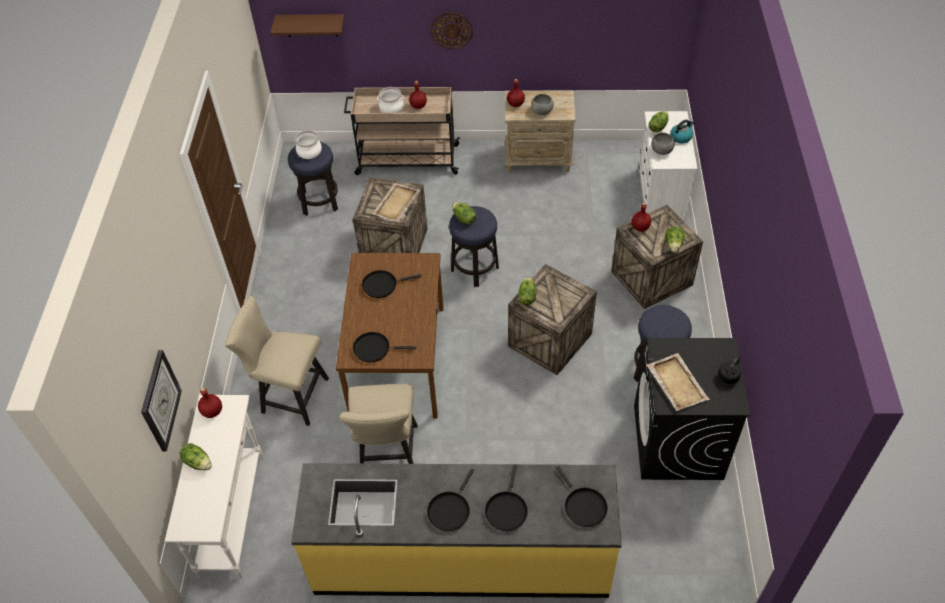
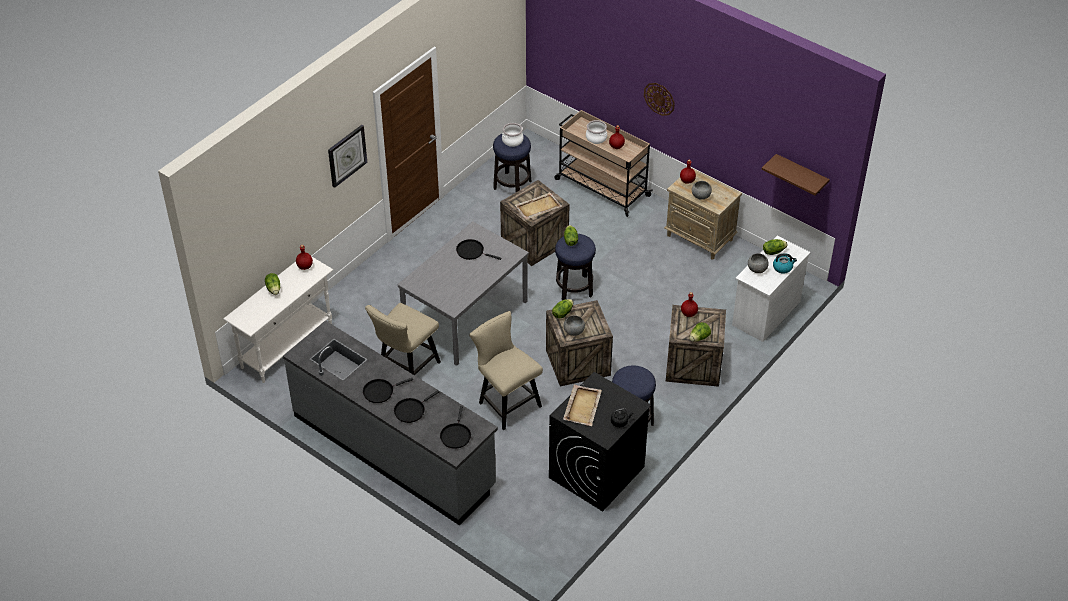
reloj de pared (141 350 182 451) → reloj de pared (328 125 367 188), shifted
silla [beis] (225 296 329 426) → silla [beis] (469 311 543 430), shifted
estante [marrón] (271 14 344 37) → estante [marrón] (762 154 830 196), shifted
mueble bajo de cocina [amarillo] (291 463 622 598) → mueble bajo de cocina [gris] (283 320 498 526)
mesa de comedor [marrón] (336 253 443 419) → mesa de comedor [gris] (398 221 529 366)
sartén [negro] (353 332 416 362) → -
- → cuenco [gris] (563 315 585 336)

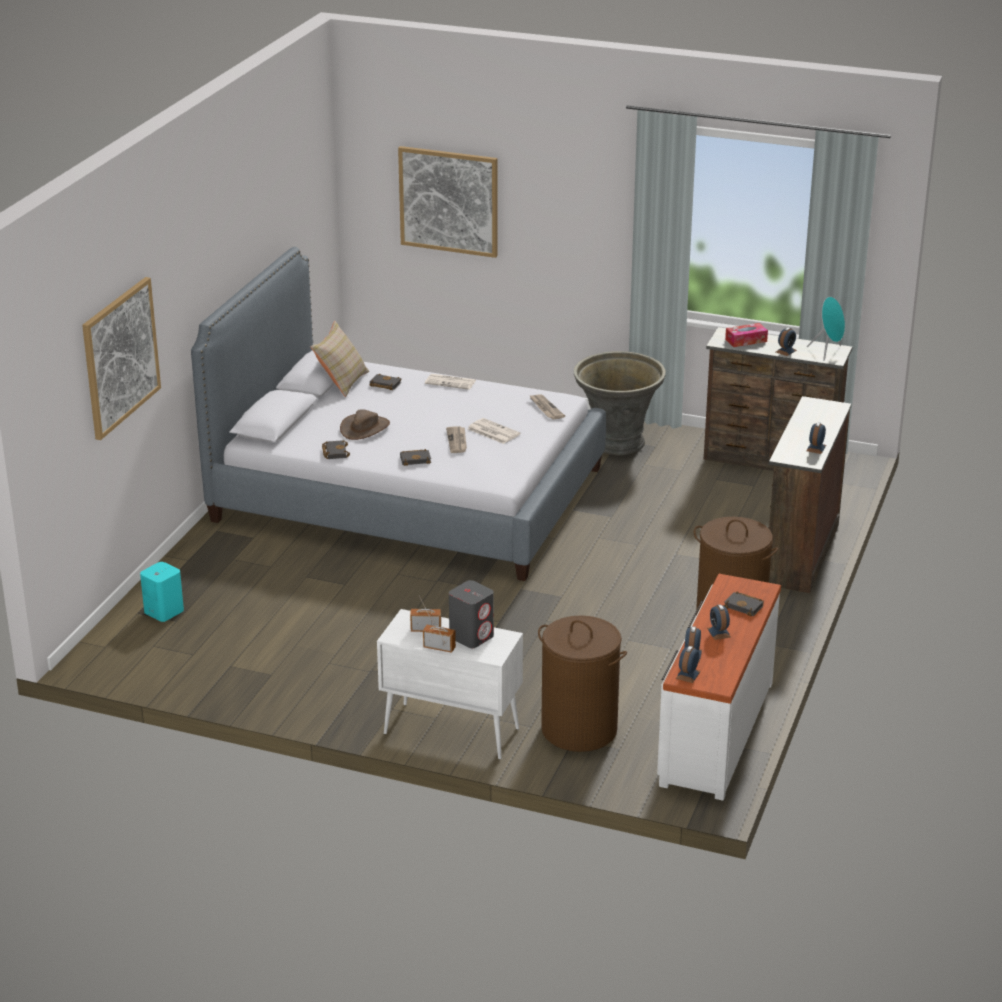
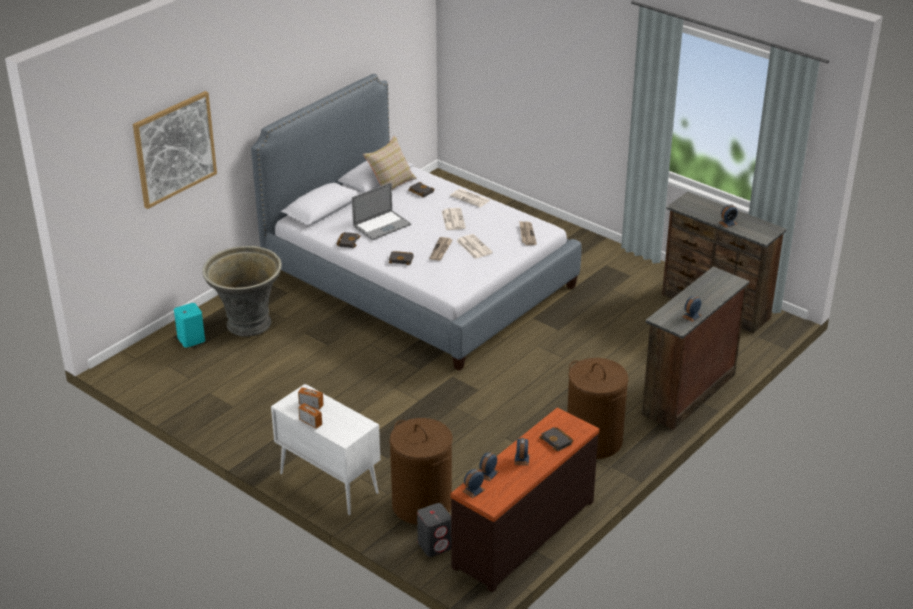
sombrero [marrón] (340 409 390 440) → portátil (352 183 411 240)
cuadro (398 146 497 258) → -
altavoz [gris] (449 580 494 648) → altavoz [gris] (417 503 451 557), shifted
maceta [gris] (574 351 666 455) → maceta [gris] (202 246 282 337), shifted
cómoda [blanco] (657 574 781 801) → cómoda [marrón] (451 408 599 592)
caja de pañuelos (725 323 768 347) → -
altavoz [turquesa] (807 297 845 361) → -
- → periódico (442 208 466 230)

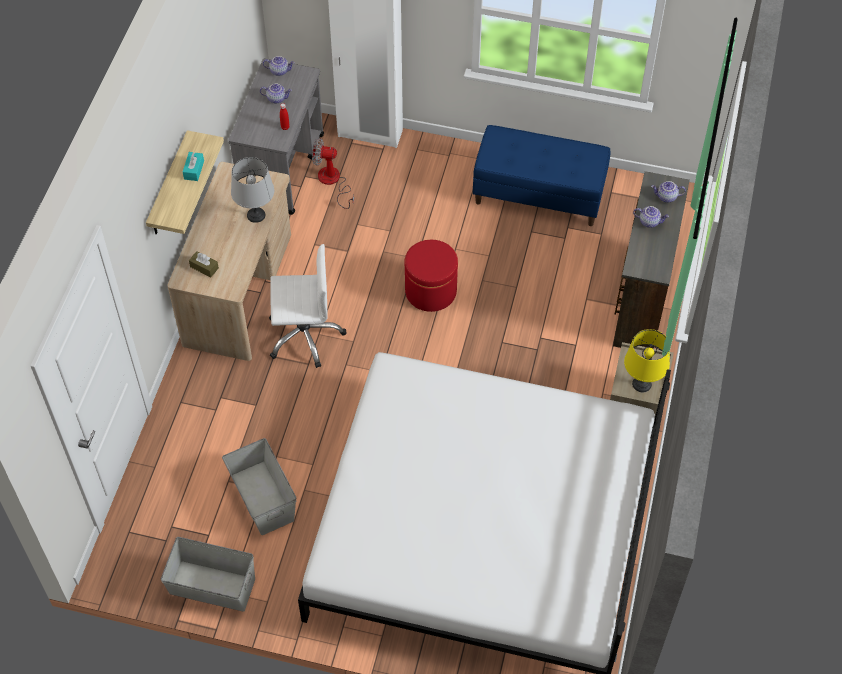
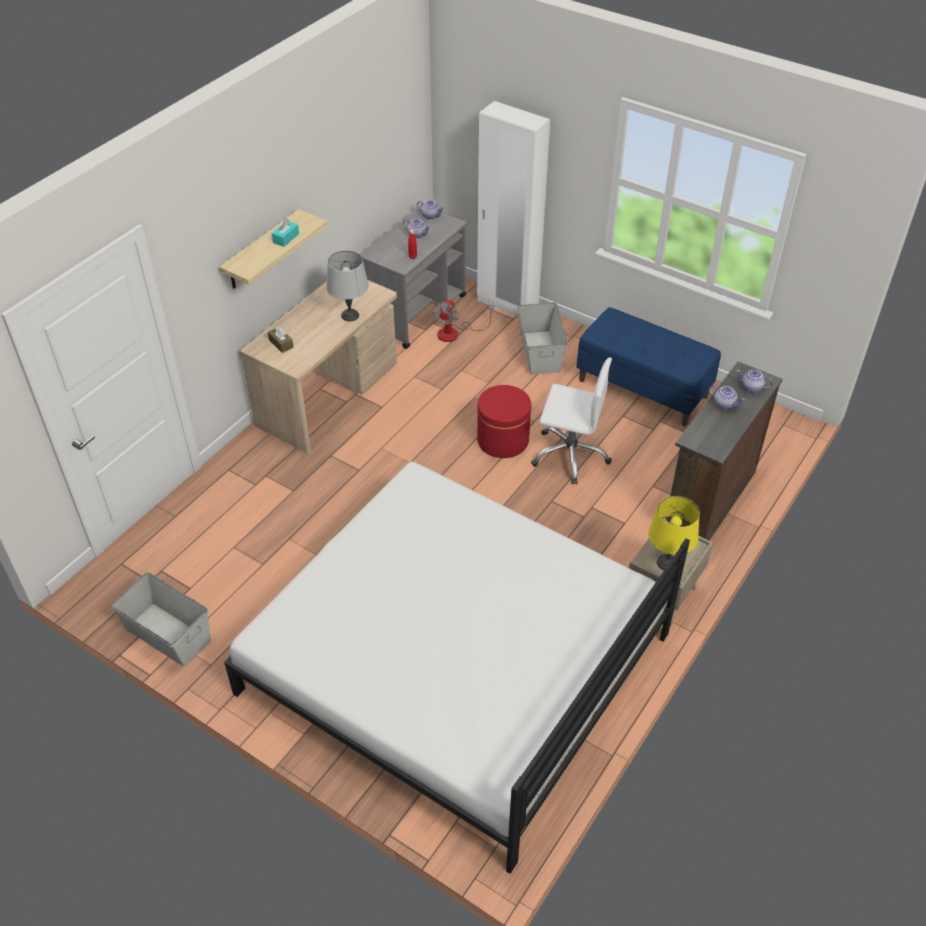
caja de almacenaje [gris] (222 438 297 535) → caja de almacenaje [gris] (517 302 568 375), shifted
silla de oficina [blanco] (269 244 346 368) → silla de oficina [blanco] (531 357 612 485), shifted
ventilador (312 138 354 209) → ventilador (432 299 495 342), 105 degrees counterclockwise

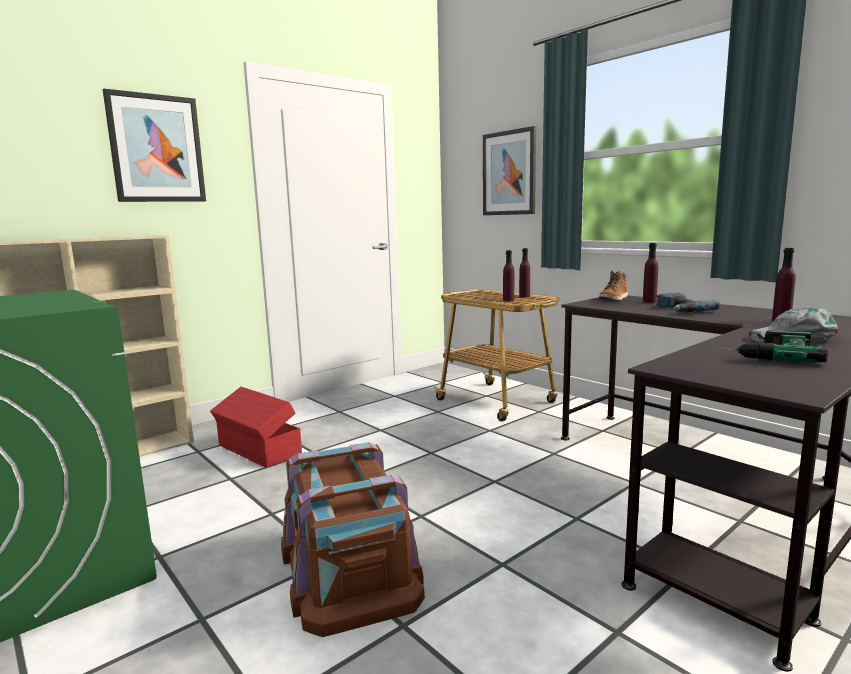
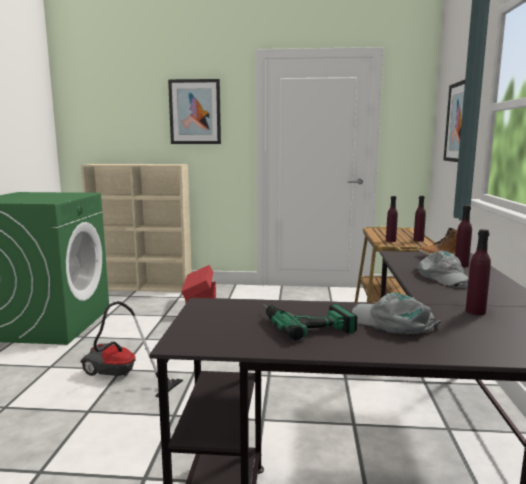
caja de almacenaje [marrón] (281 442 425 637) → aspiradora (80 301 183 398)
taladro (656 293 721 312) → gorra [gris] (413 251 469 288)

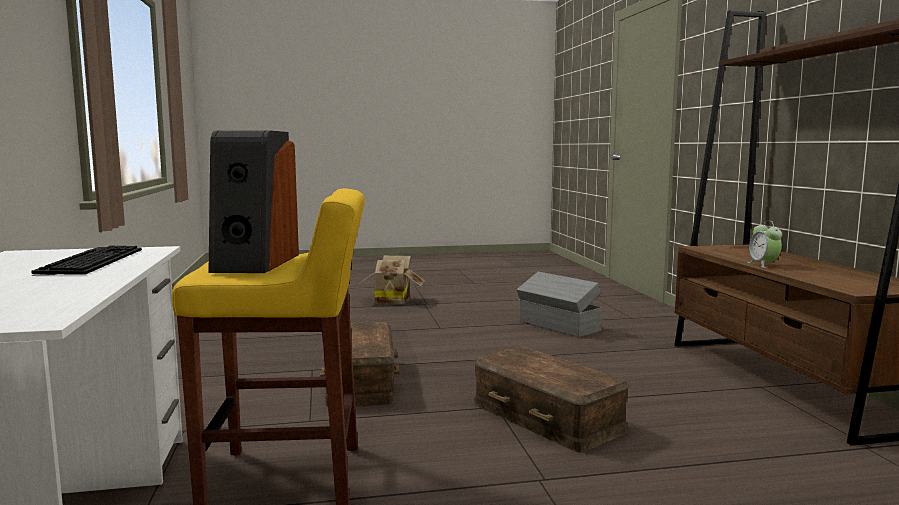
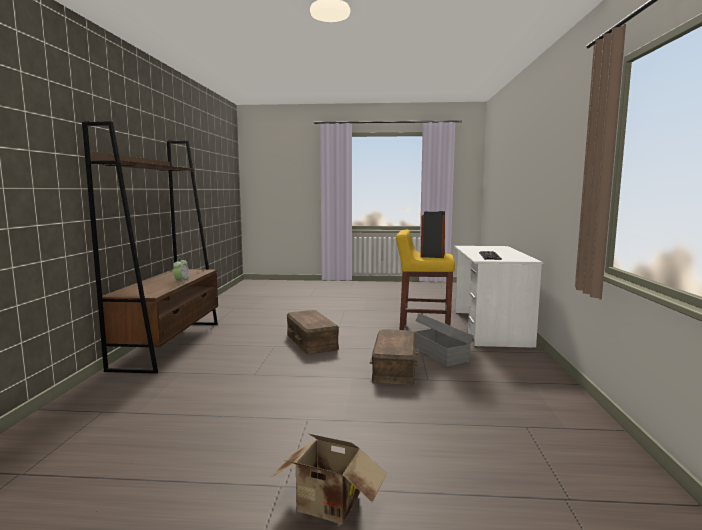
caja de almacenaje [gris] (517 272 602 338) → caja de almacenaje [gris] (414 313 474 367), shifted

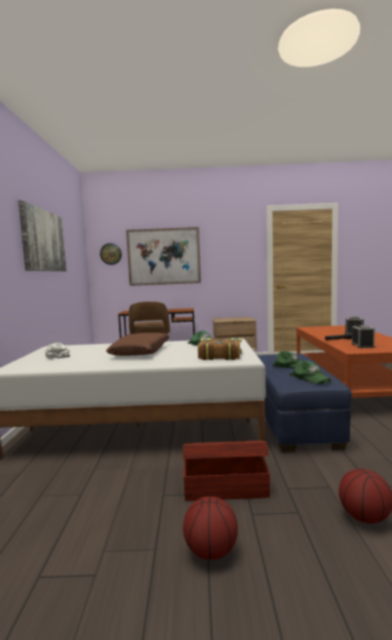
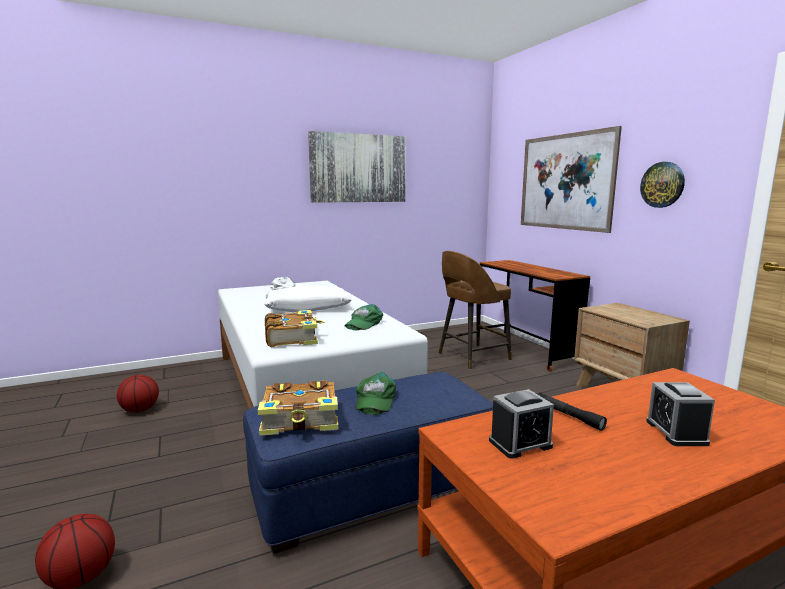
reloj de pared (100 243 122 265) → reloj de pared (640 162 685 208), shifted
cojín [marrón] (106 333 169 356) → cojín [blanco] (265 285 352 312)
caja de almacenaje [marrón] (183 441 270 501) → -
balón de baloncesto (183 497 238 560) → balón de baloncesto (117 375 159 413), shifted
gorra [verde] (290 361 331 384) → libro (258 380 338 436)

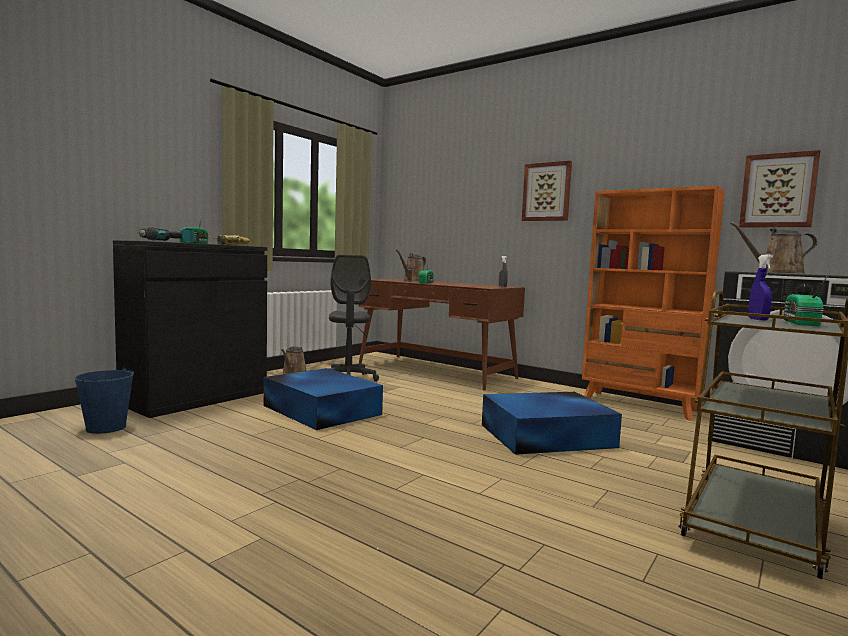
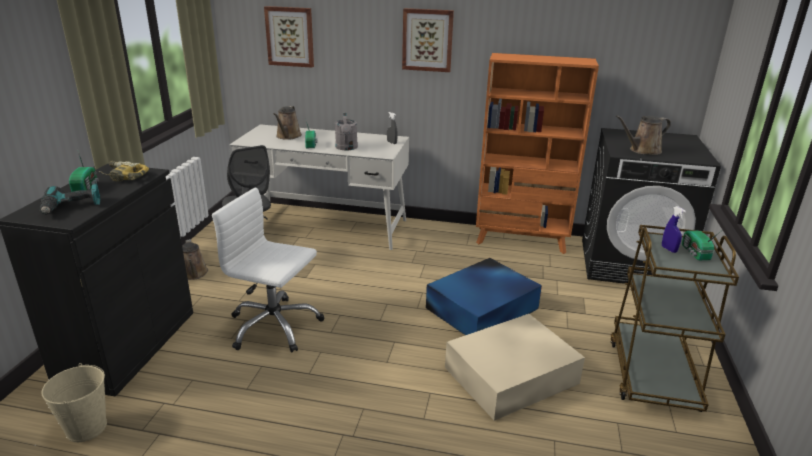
cubo [azul] (75 368 134 434) → cubo [beis] (41 363 107 442)
caja de almacenaje [azul] (264 368 383 430) → silla de oficina [blanco] (212 187 324 353)
escritorio [marrón] (359 279 525 390) → escritorio [blanco] (229 124 409 250)
cuadro (739 150 821 227) → cuadro (264 6 314 68), shifted
- → regadera [gris] (335 113 358 150)
- → caja de almacenaje [beis] (445 314 585 421)

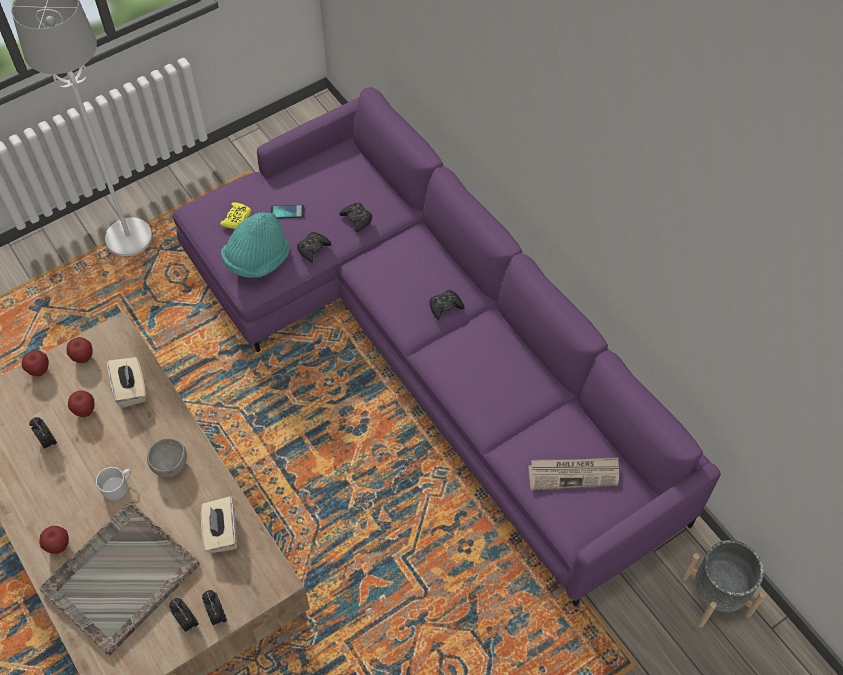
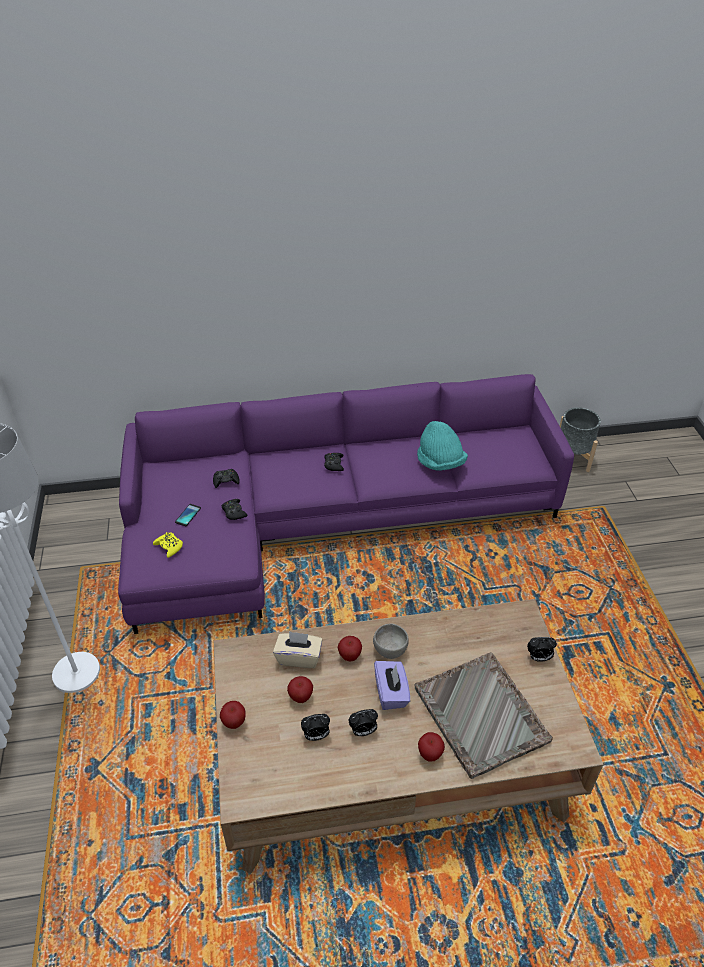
manzana (66 337 93 363) → manzana (338 636 362 661), shifted
taza grande [blanco] (96 467 131 500) → caja de pañuelos [morado] (374 661 410 710)
despertador (169 598 199 632) → despertador (349 709 378 736), shifted
caja de pañuelos [beis] (201 496 237 553) → -
sombrero [turquesa] (221 212 289 278) → sombrero [turquesa] (417 421 468 471), shifted
periódico (528 457 619 490) → -

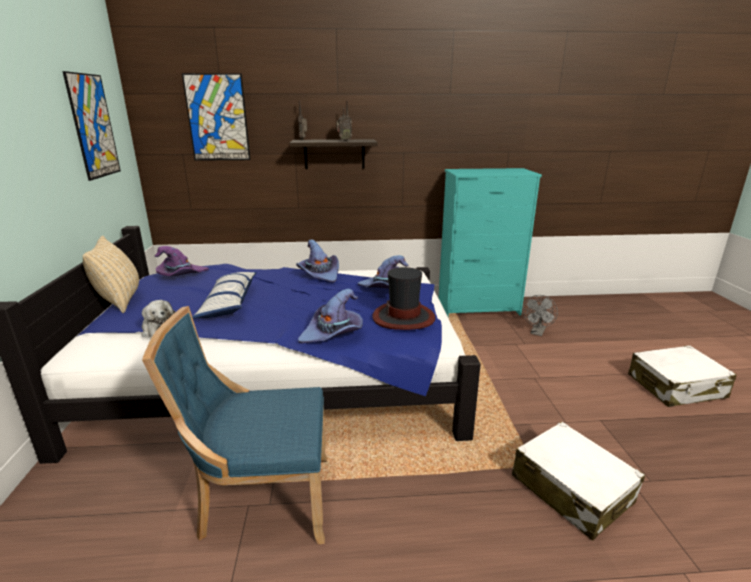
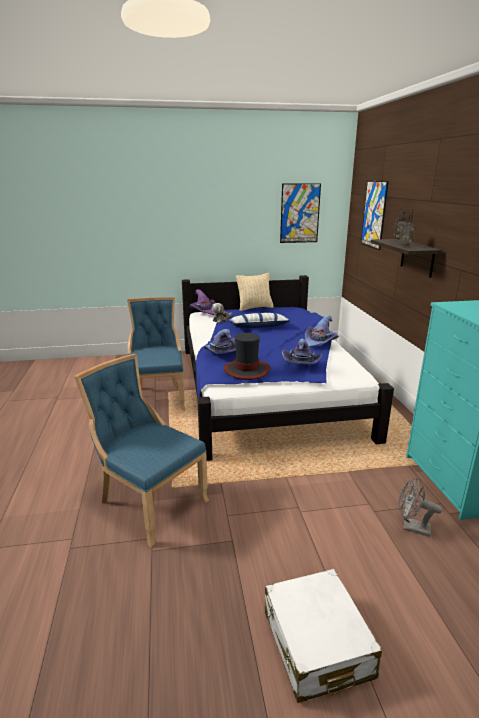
sombrero [morado] (155 246 209 276) → sombrero [morado] (189 289 215 315), shifted
maleta [blanco] (512 422 645 541) → silla [azul] (74 354 209 547)

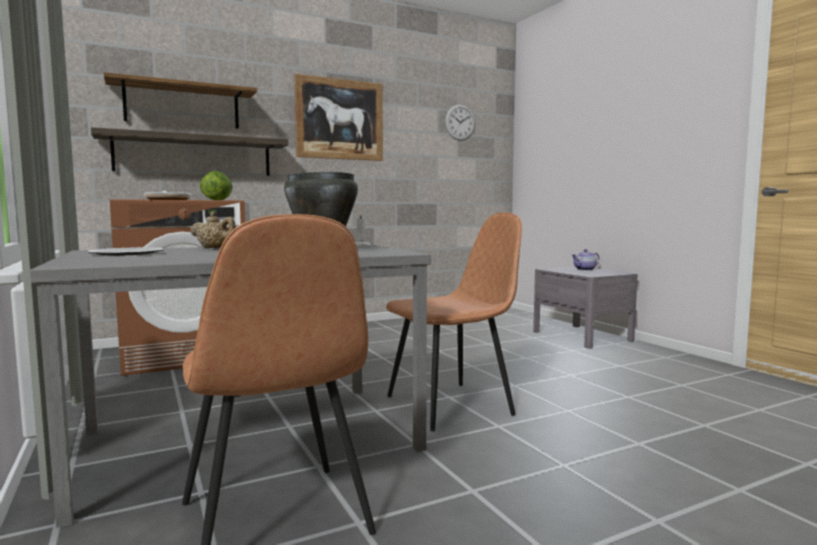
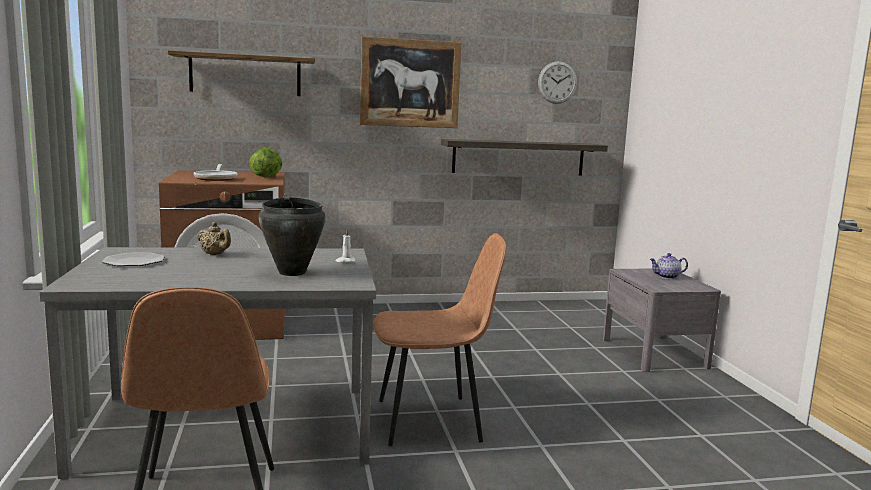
estante (91 127 288 176) → estante (441 139 608 176), shifted

